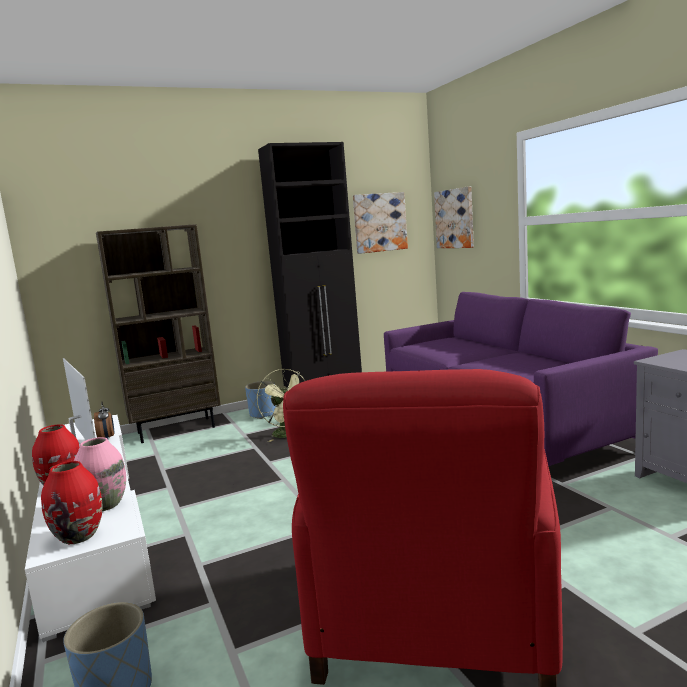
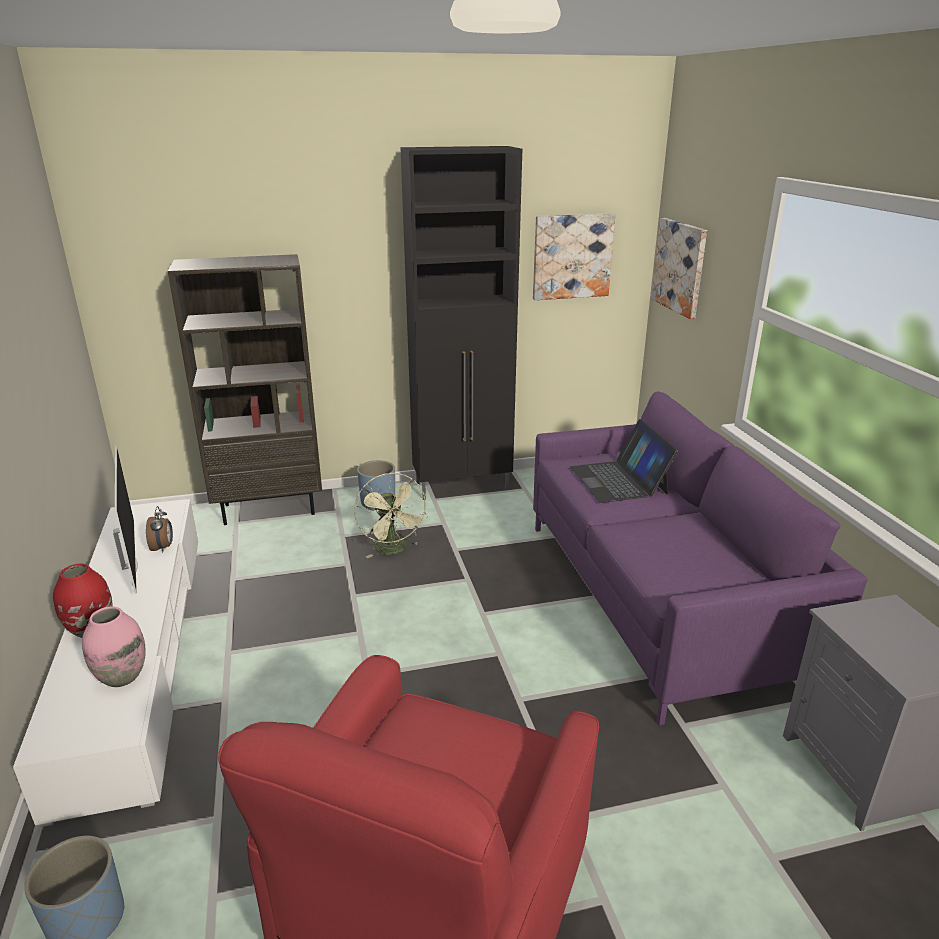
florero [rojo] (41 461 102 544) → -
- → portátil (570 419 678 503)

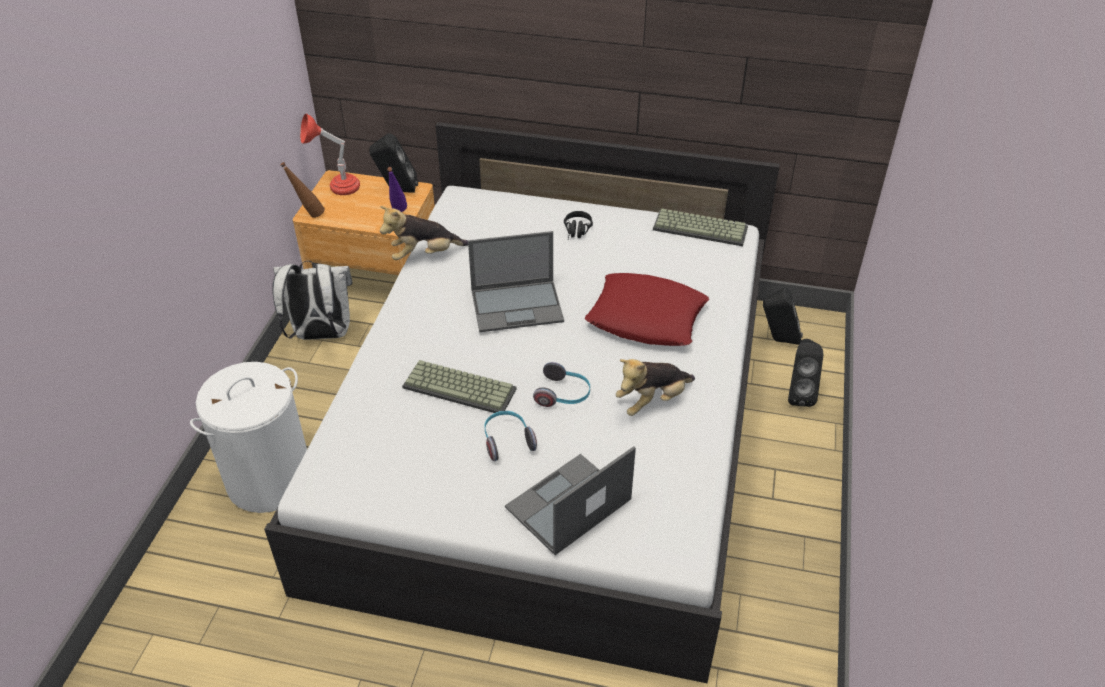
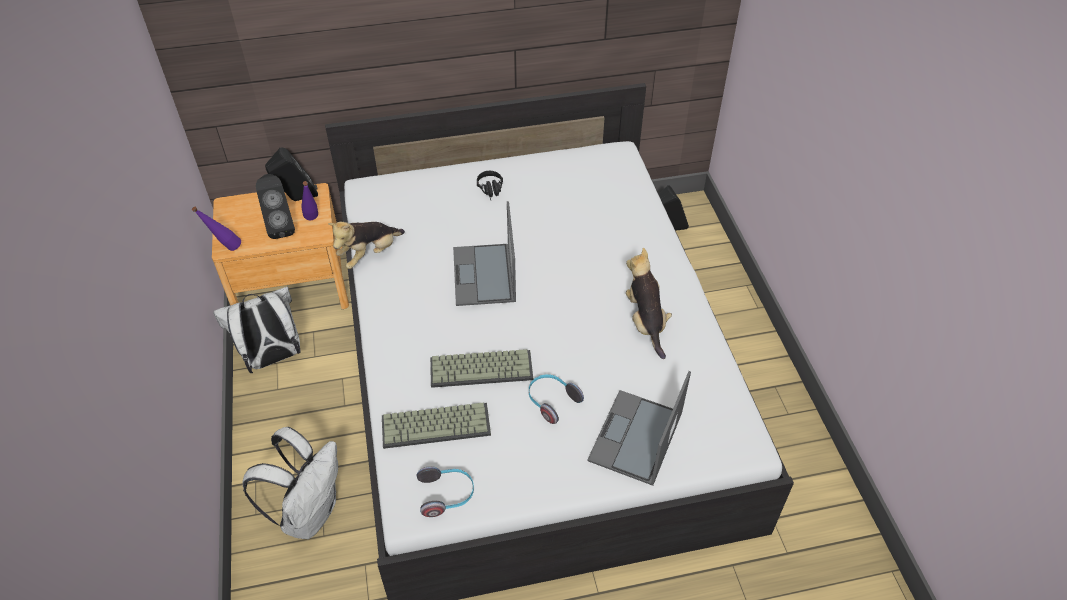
cesto de la ropa [blanco] (190 362 307 513) → mochila [blanco] (243 427 338 539)
botella [marrón] (280 162 325 218) → botella [morado] (192 207 241 251)
lámpara de mesa [rojo] (300 114 360 195) → -
portátil (468 231 564 332) → portátil (453 201 516 306), 120 degrees clockwise
auriculares (533 362 590 407) → auriculares (417 466 474 517), shifted
cojín [rojo] (585 273 709 346) → -
peluche (616 359 695 416) → peluche (626 248 672 359), 135 degrees clockwise
teclado (653 208 748 246) → teclado (382 403 491 449), shifted
altavoz [negro] (788 339 823 407) → altavoz [negro] (256 174 295 239), shifted

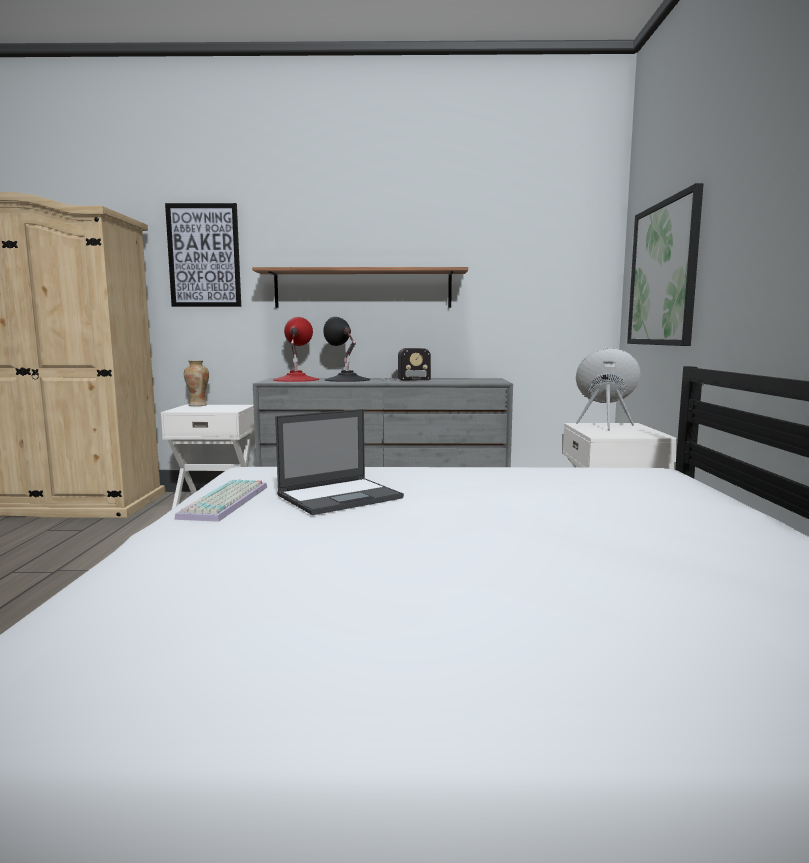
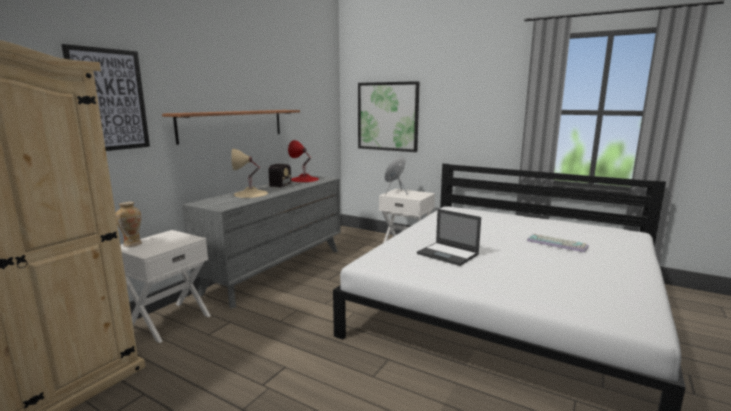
teclado (175 480 267 522) → teclado (527 234 589 253), shifted
lámpara de mesa [rojo] (273 317 319 382) → lámpara de mesa [rojo] (288 140 319 182), shifted
portátil (275 409 404 515) → portátil (417 209 481 266), 135 degrees clockwise
lámpara de mesa [negro] (323 317 370 382) → lámpara de mesa [beis] (231 149 268 198)

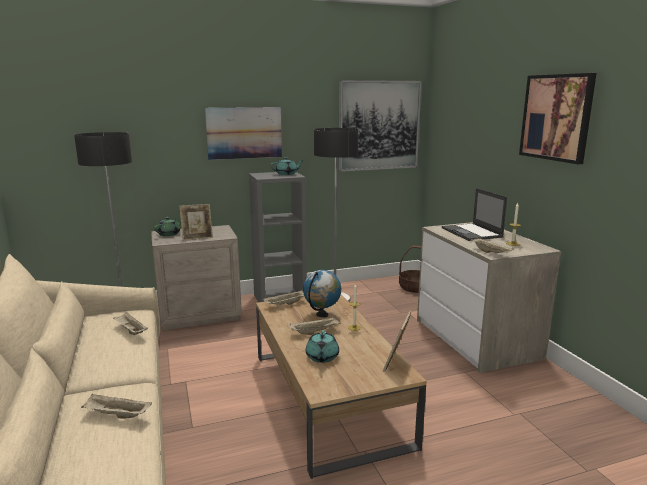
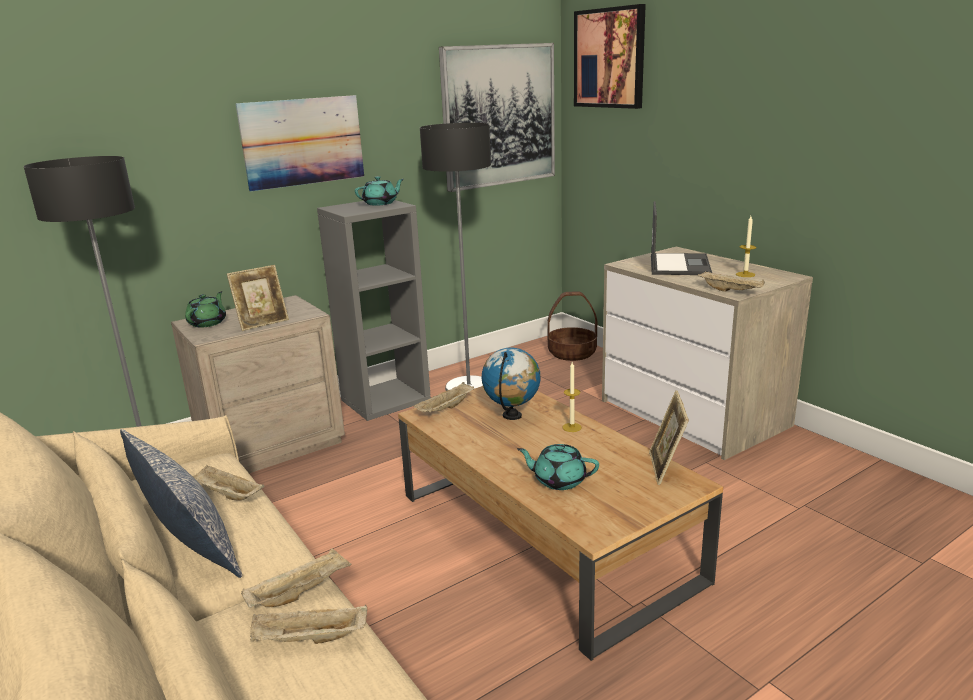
bandeja [beis] (290 316 341 335) → bandeja [beis] (241 548 352 608), shifted
tetera [turquesa] (306 330 339 363) → tetera [turquesa] (517 444 599 490), 120 degrees clockwise
portátil (442 188 507 241) → portátil (651 201 712 275), 135 degrees counterclockwise
cuadro (519 73 597 164) → cuadro (574 4 646 109), shifted
- → cojín (120 429 242 578)

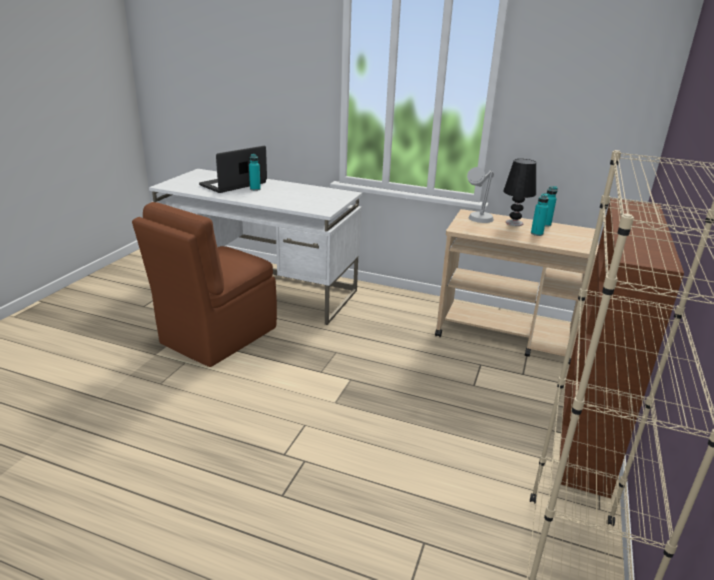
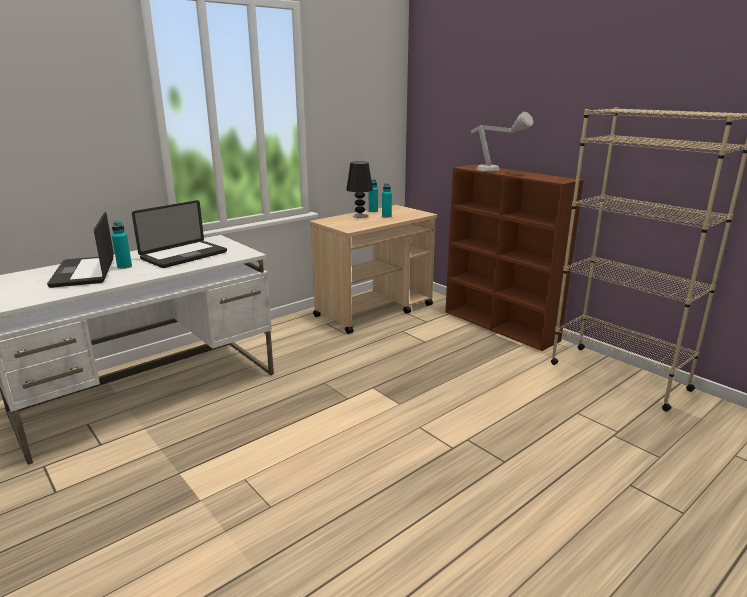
silla [marrón] (132 202 277 367) → -
lámpara de mesa [gris] (467 167 494 223) → lámpara de mesa [gris] (471 112 533 171), shifted
- → portátil (132 200 227 268)

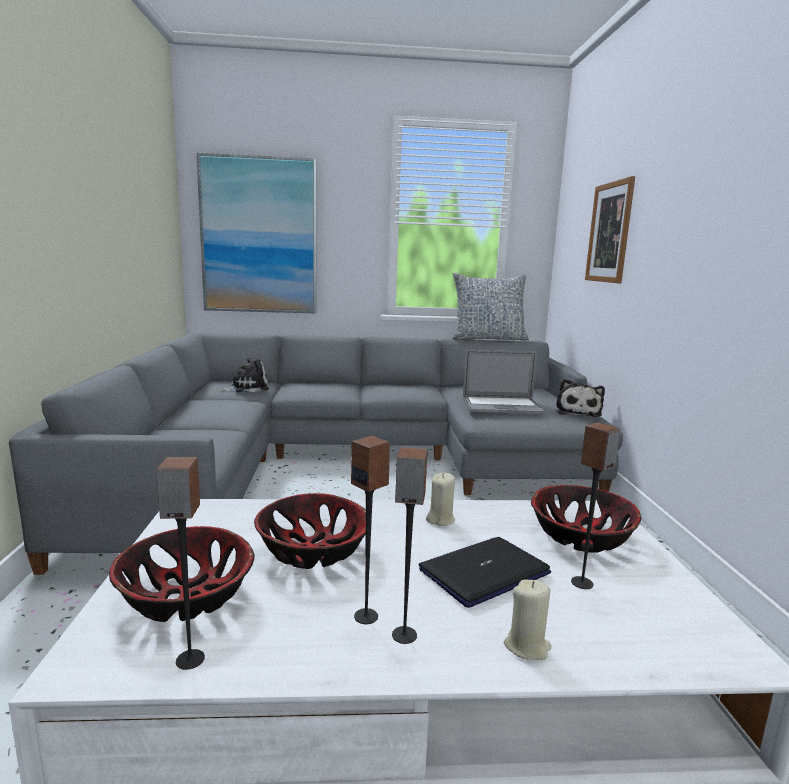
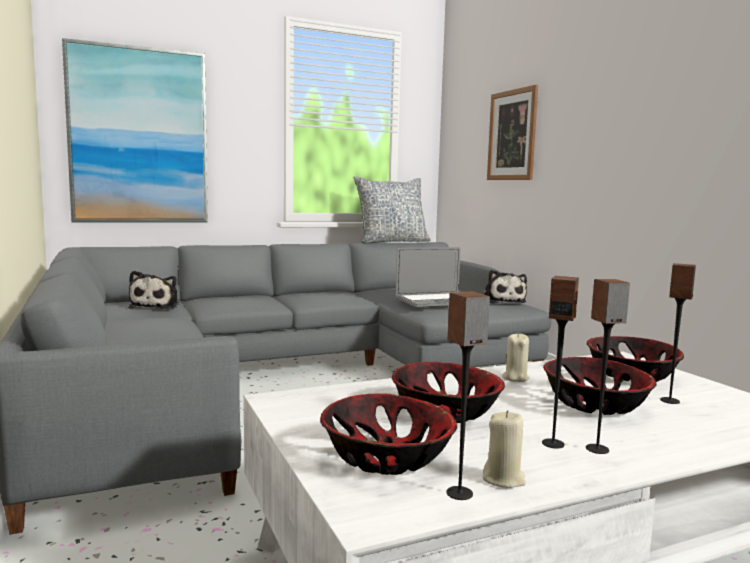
peluche (218 358 269 392) → peluche (128 271 179 309), 135 degrees clockwise
portátil (419 537 551 608) → cuenco (543 357 656 415)
vela [beis] (504 580 552 660) → vela [beis] (482 410 526 488), shifted

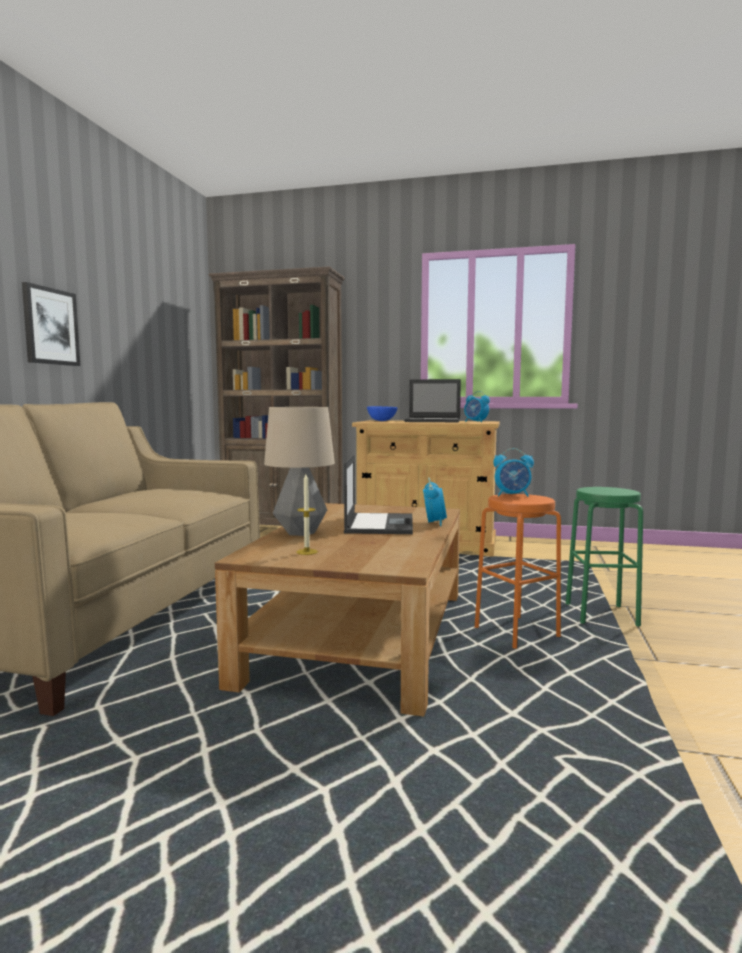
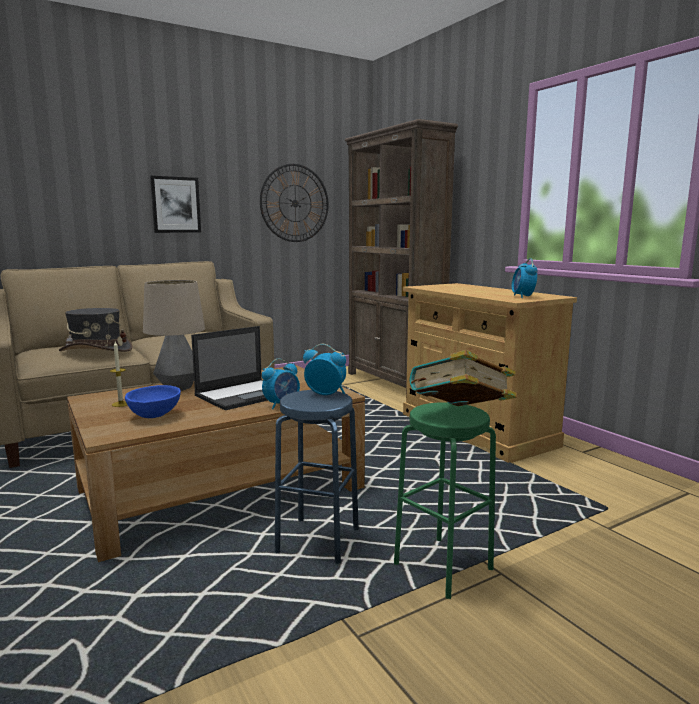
cuenco [azul] (367 406 398 421) → cuenco [azul] (125 385 181 418), shifted
portátil (404 379 461 422) → -
taburete [naranja] (475 494 561 649) → taburete [azul] (275 390 359 564)
despertador (493 448 534 497) → despertador (303 344 346 395), 150 degrees clockwise
- → sombrero [gris] (59 308 132 352)
- → reloj de pared (260 164 329 242)
- → libro (409 350 517 406)

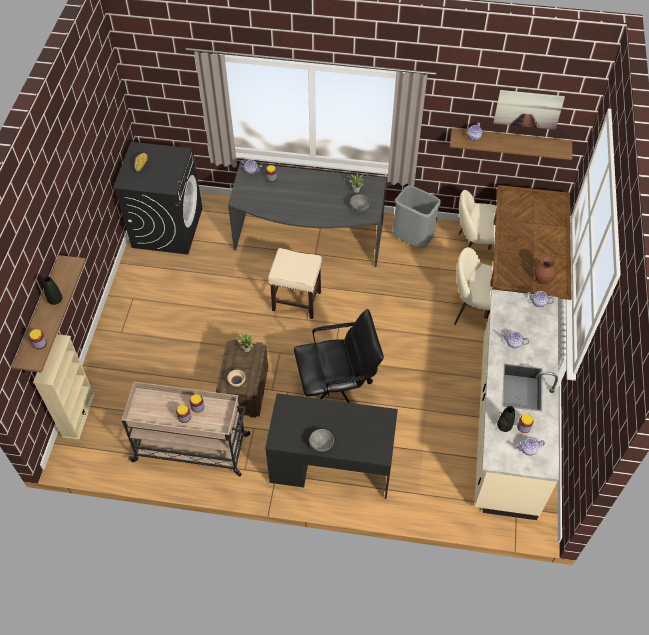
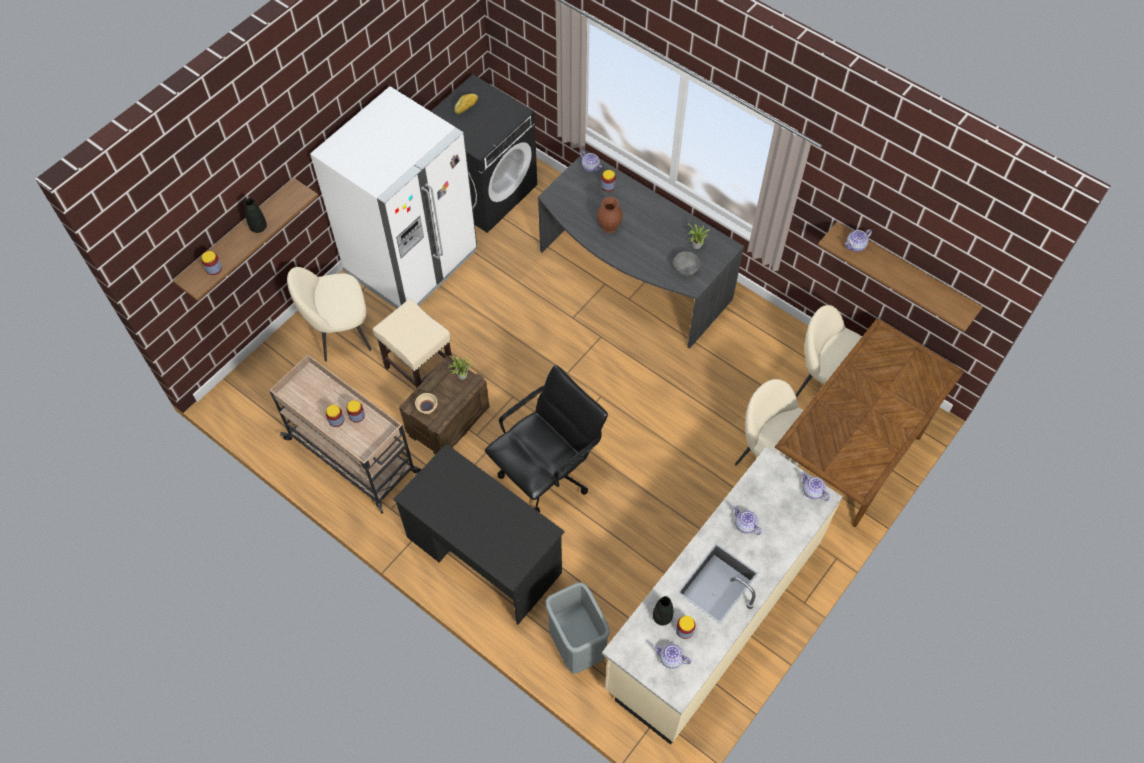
estantería [beis] (33 334 95 440) → -
taburete [beis] (268 248 322 319) → taburete [beis] (373 299 452 389), shifted
silla de oficina [negro] (294 309 384 403) → silla de oficina [negro] (485 365 608 513), 60 degrees counterclockwise
cuenco [gris] (309 429 334 452) → -
papelera [gris] (393 185 441 249) → papelera [gris] (545 583 610 673), shifted
cuadro (493 90 565 130) → -
florero [marrón] (534 256 556 286) → florero [marrón] (597 197 623 233), shifted
- → silla [beis] (287 267 372 362)
- → nevera [blanco] (310 86 477 309)

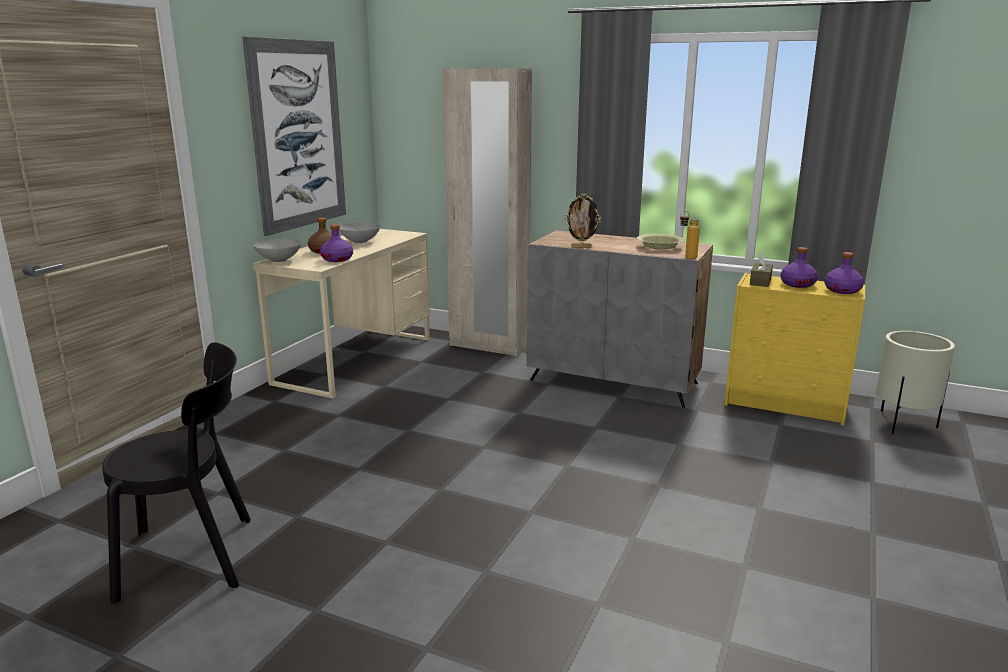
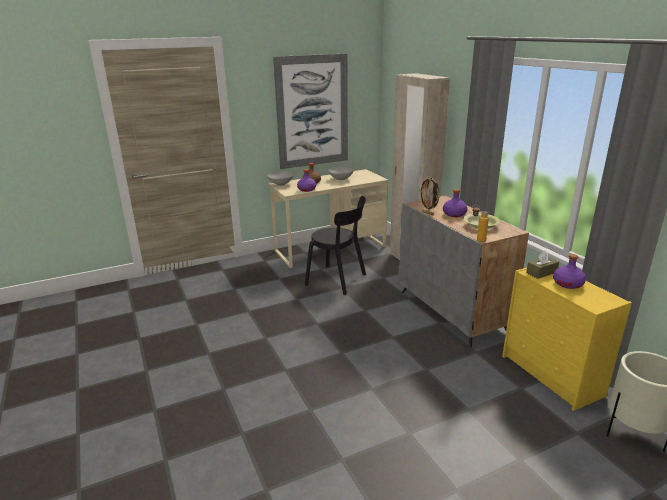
silla [negro] (102 342 251 603) → silla [negro] (305 196 366 295), shifted
botella [morado] (824 252 864 294) → botella [morado] (443 189 467 217), shifted

